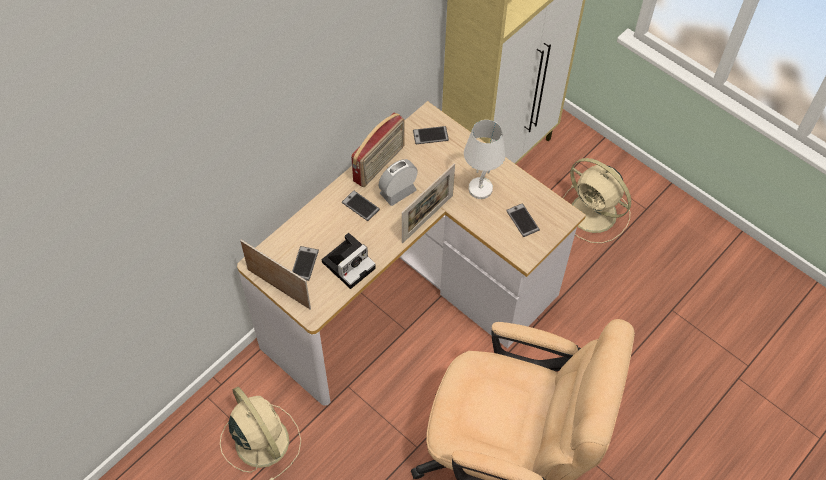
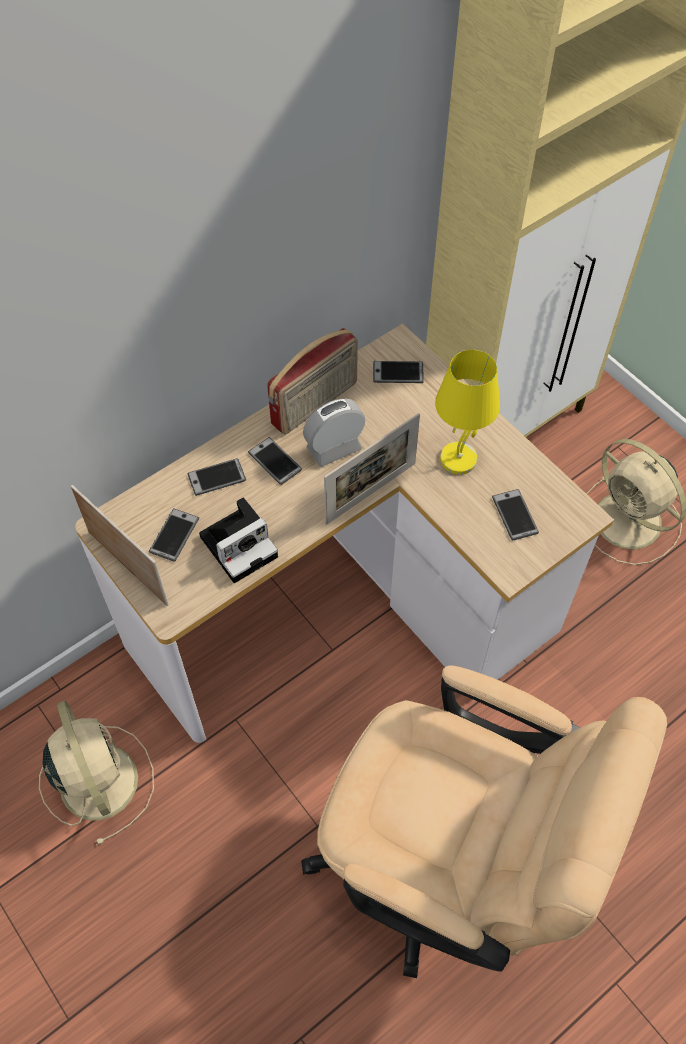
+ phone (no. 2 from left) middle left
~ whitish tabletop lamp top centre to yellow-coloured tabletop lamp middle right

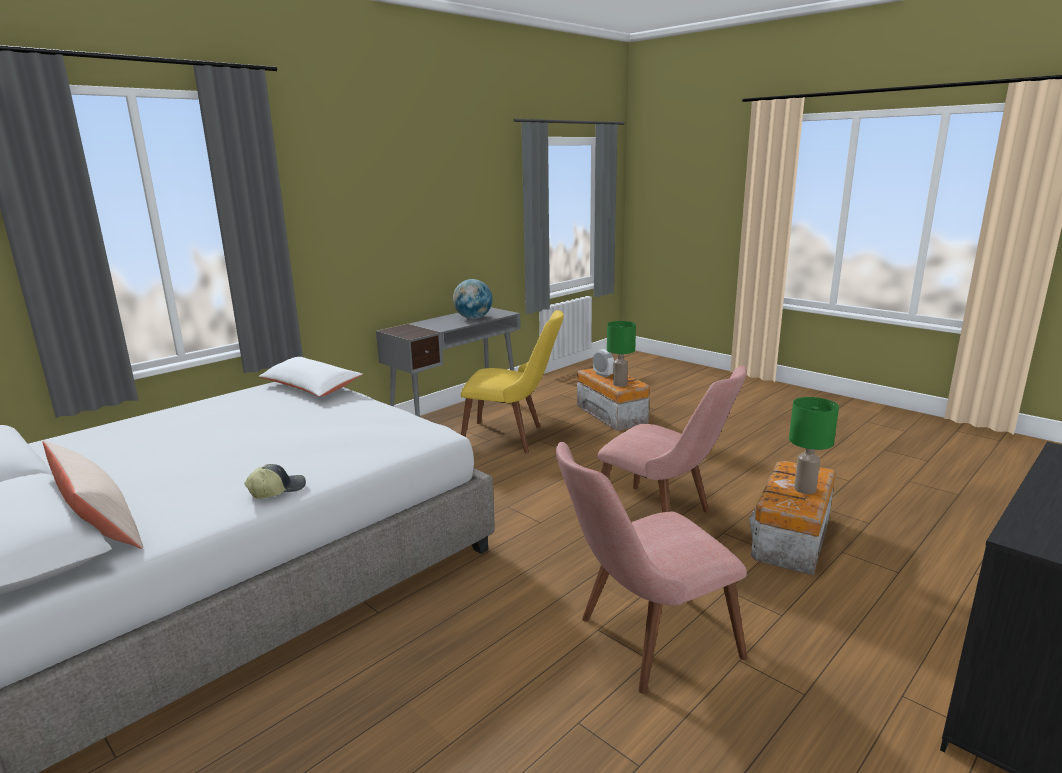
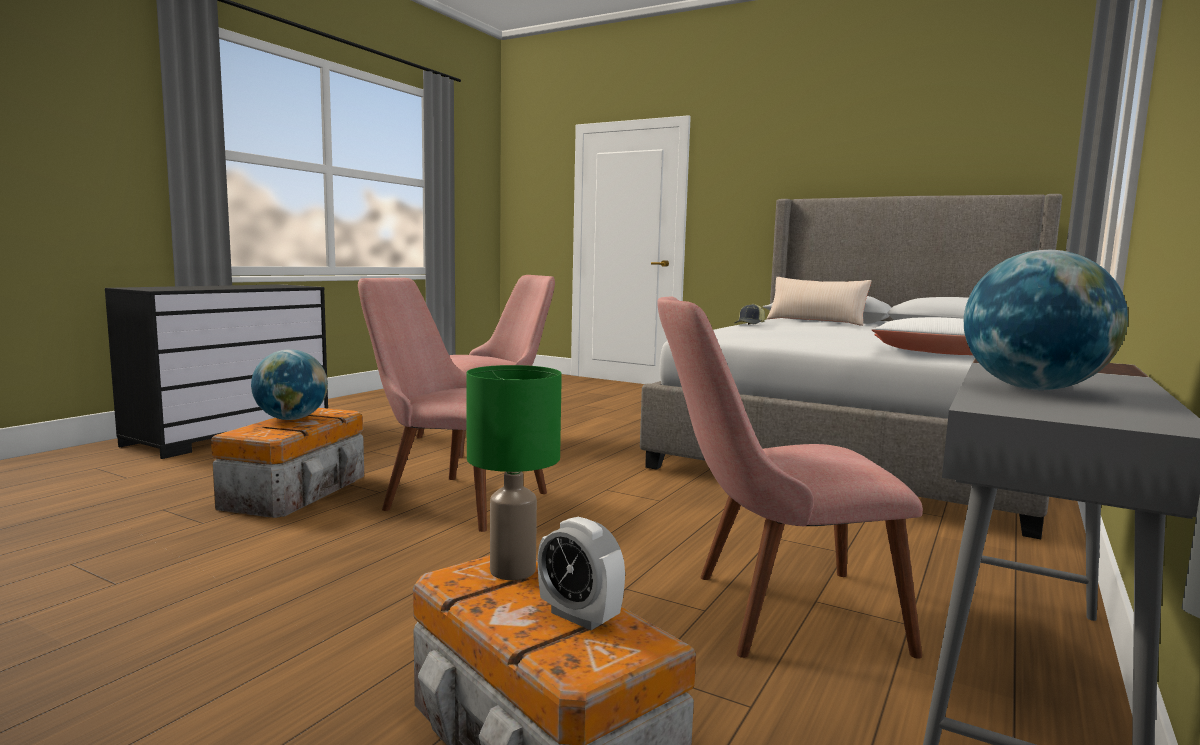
~ green tabletop lamp (no. 2 from left) middle right to world globe (no. 1 from left) middle left
~ yellow-coloured chair centre to pinkish chair (no. 3 from left) centre

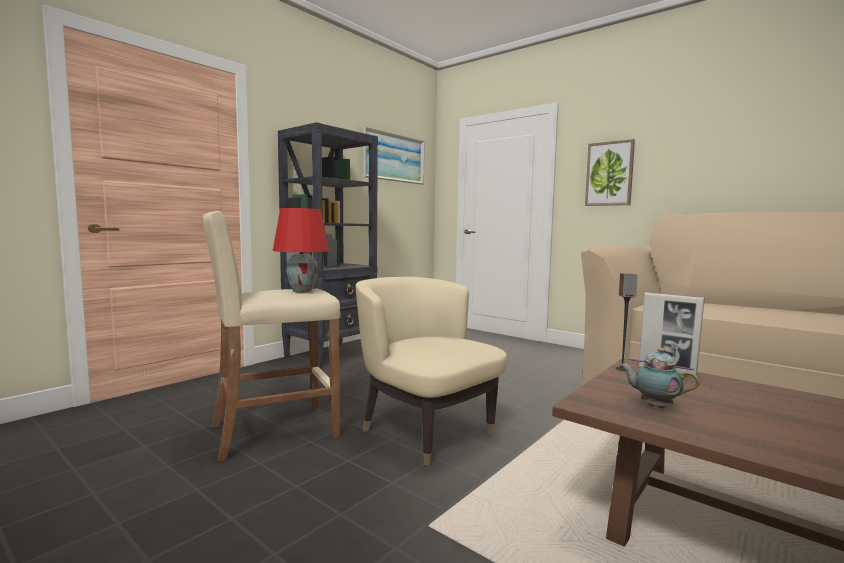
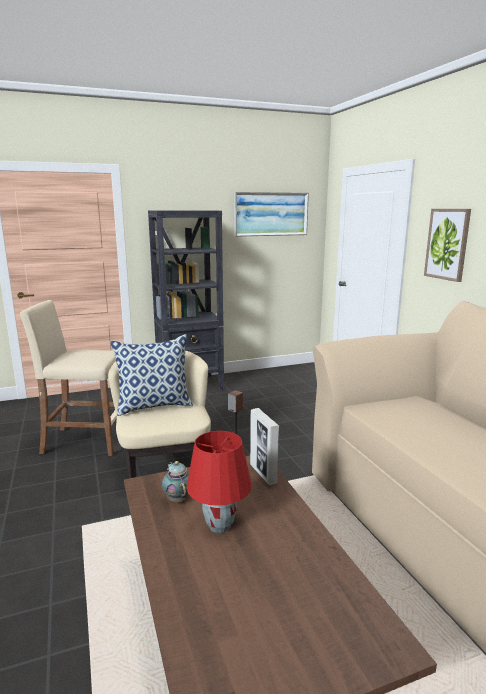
+ throw pillow middle left
~ red-coloured tabletop lamp centre to bottom centre

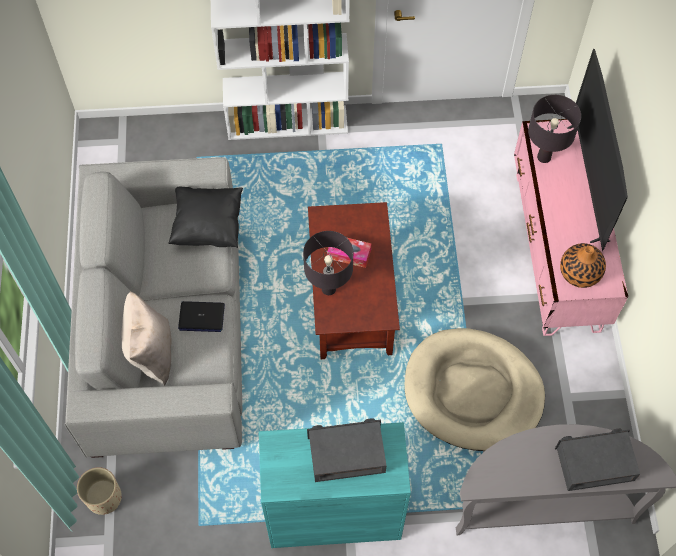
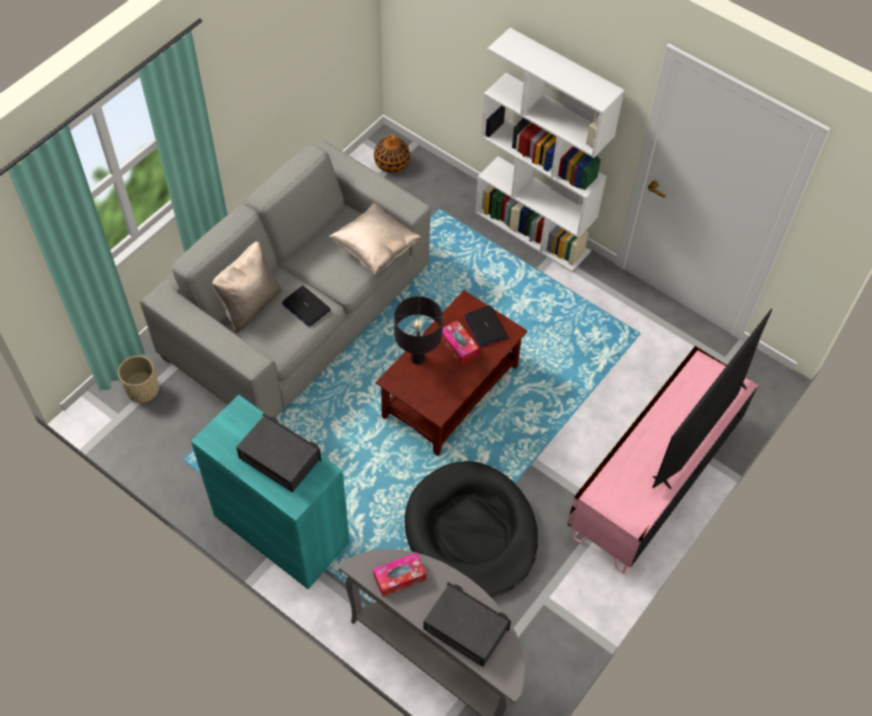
- blackish tabletop lamp (no. 2 from left) top right
+ tissue holder (no. 1 from left) bottom centre
+ notebook computer (no. 2 from left) centre
~ flower vase middle right to top centre
~ blackish throw pillow middle left to beige throw pillow (no. 2 from left) top centre
~ beige pet bed bottom right to blackish pet bed bottom centre

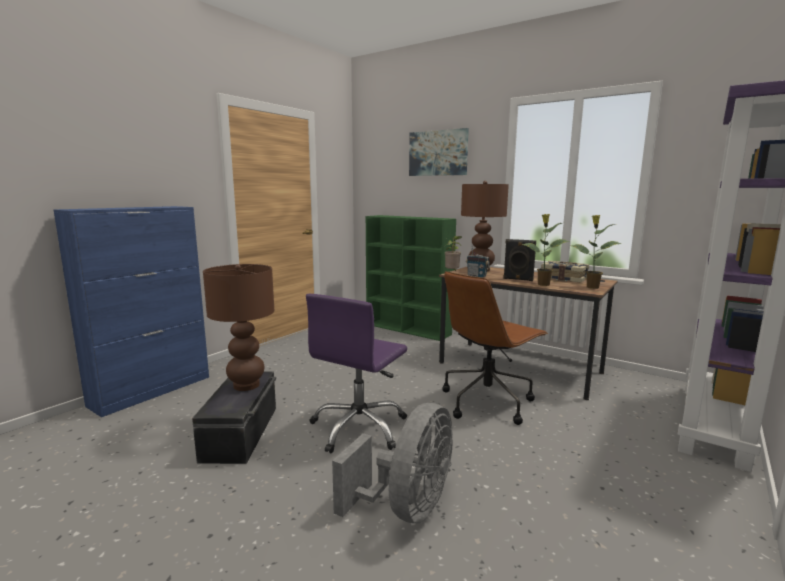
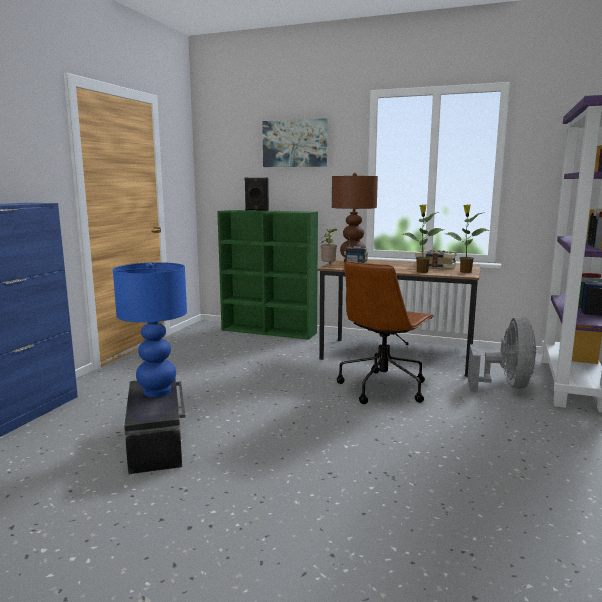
- purplish computer chair centre
~ greyish cooling fan bottom centre to middle right
~ blackish audio speaker centre to top centre
~ brown tabletop lamp (no. 1 from left) middle left to blue tabletop lamp middle left

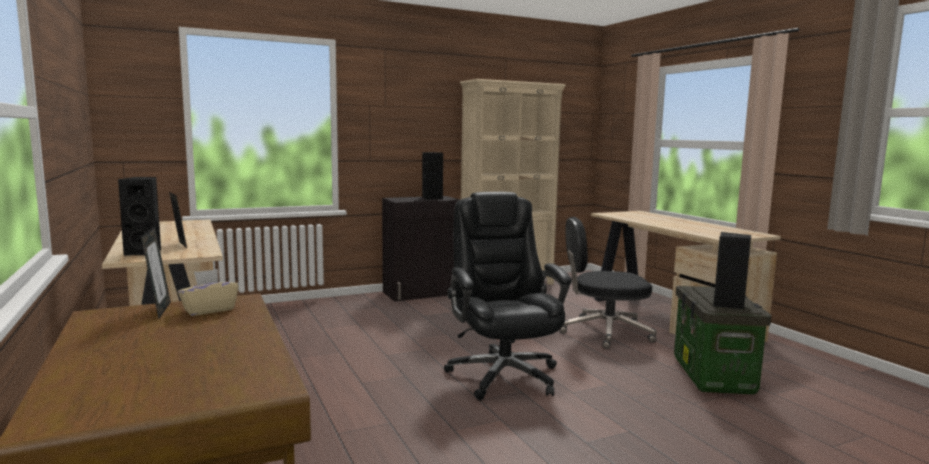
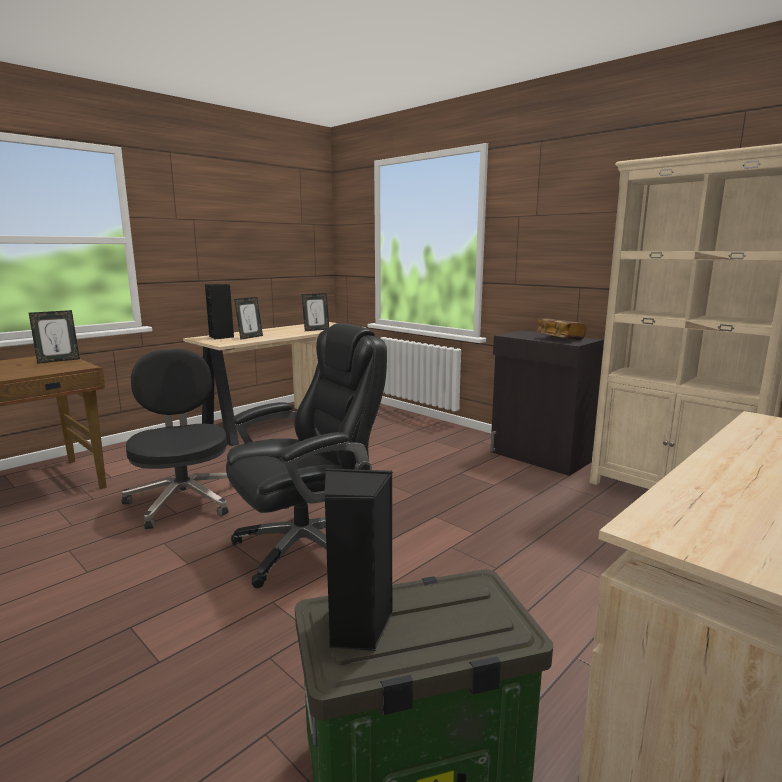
- beige tissue holder middle left
+ picture frame (no. 3 from left) centre
~ blackish computer chair (no. 2 from left in the first image) centre to blackish computer chair (no. 1 from left) middle left
~ blackish audio speaker (no. 2 from left) centre to volume middle right

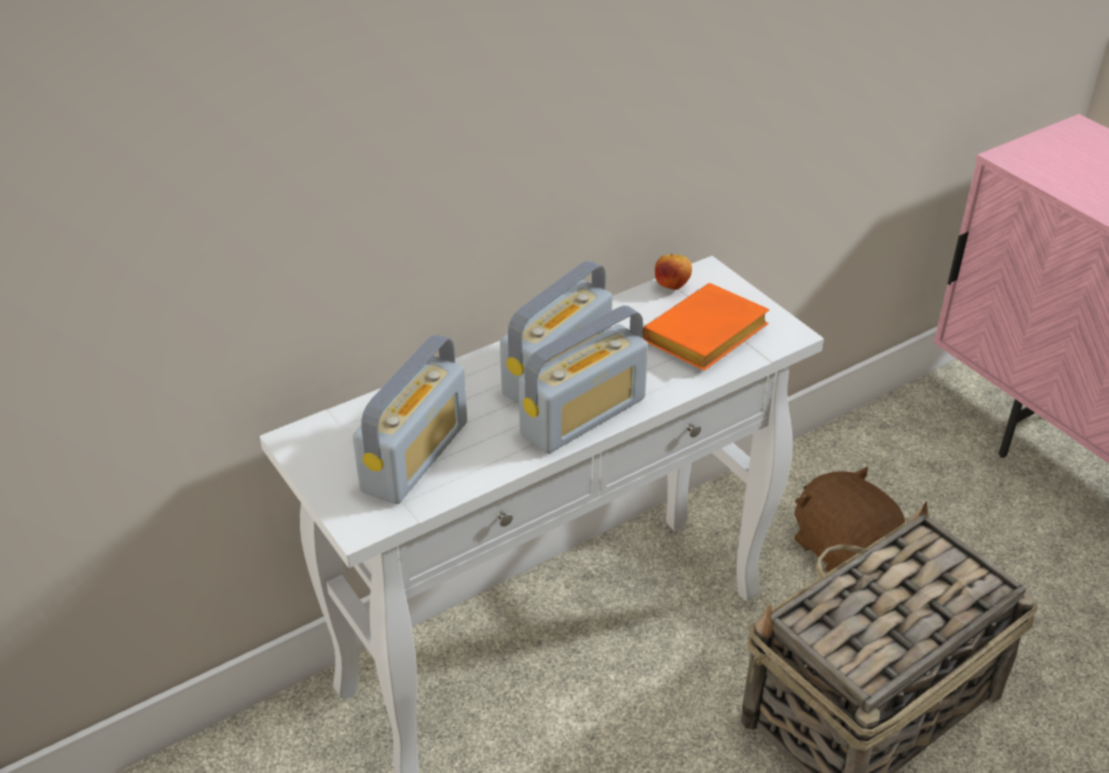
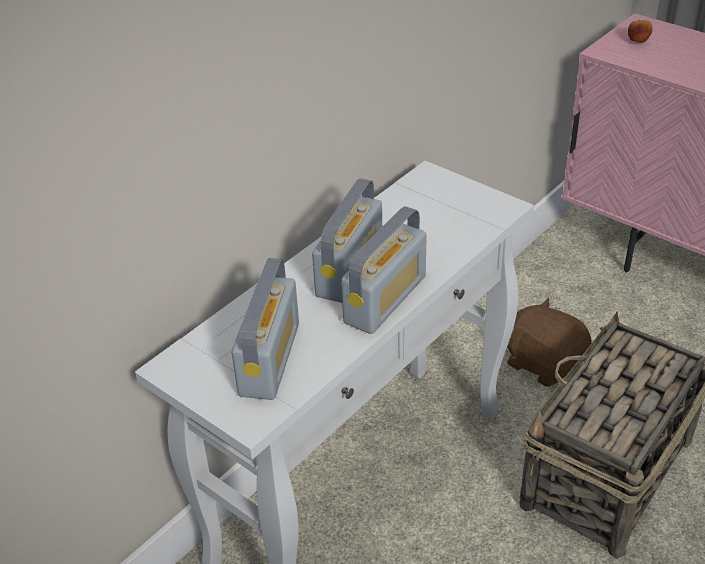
- orange-coloured volume centre
~ apple centre to top right

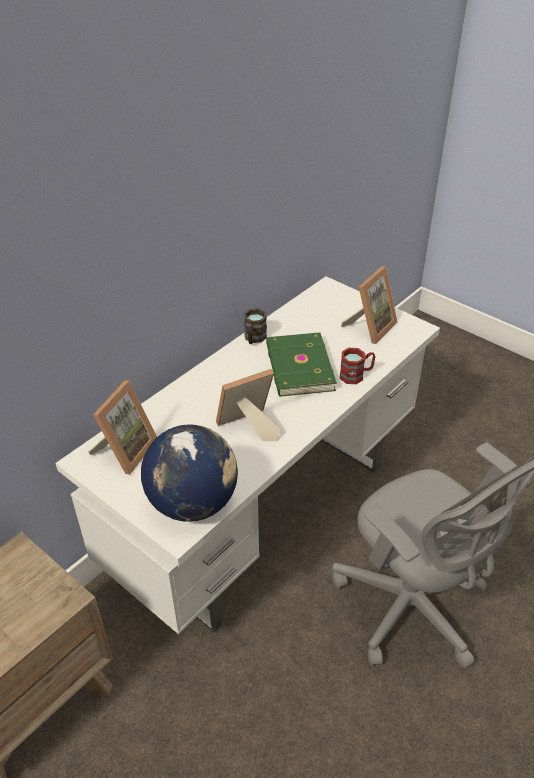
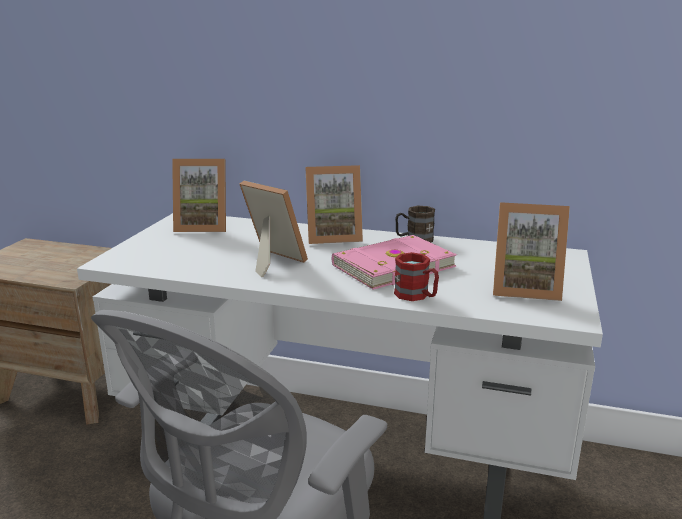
- world globe centre
+ picture frame (no. 3 from left) centre
~ green volume centre to pinkish volume centre

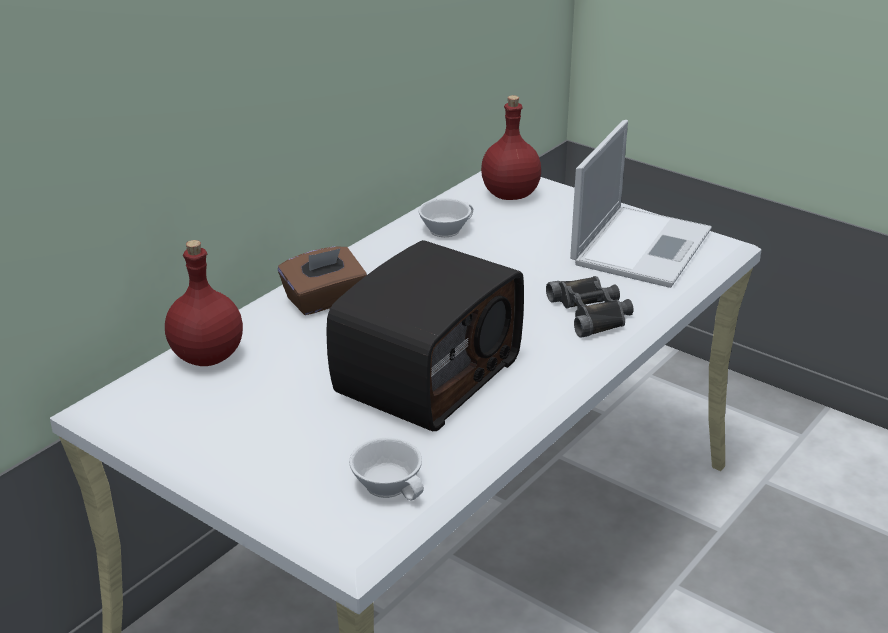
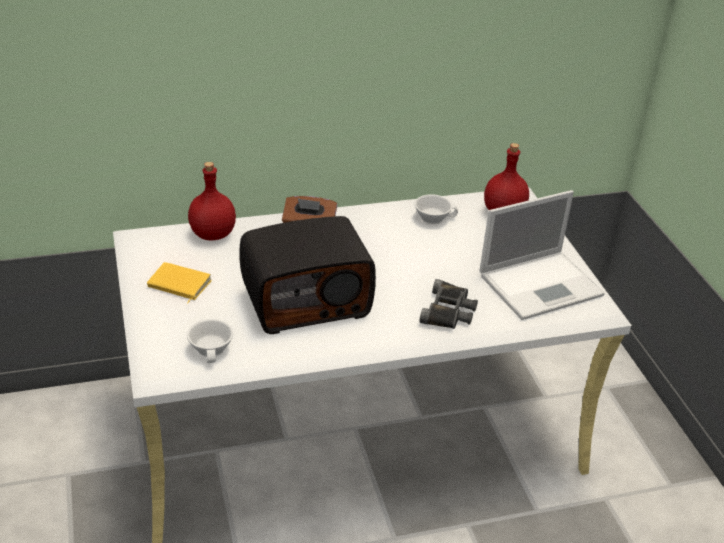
+ yellow-coloured volume middle left

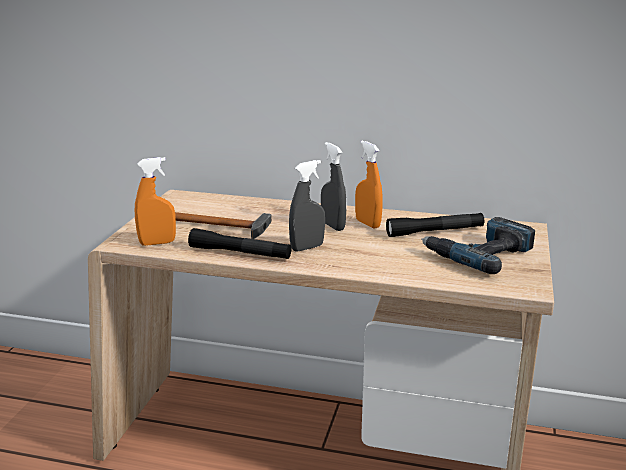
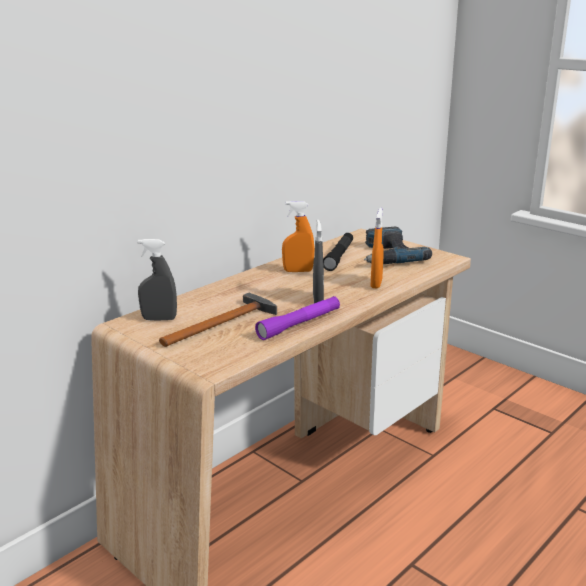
~ orange-coloured sprayer (no. 1 from left in the first image) middle left to orange-coloured sprayer (no. 2 from left) centre
~ greyish sprayer (no. 2 from left in the first image) centre to greyish sprayer (no. 1 from left) middle left
~ blackish flashlight (no. 1 from left) centre to purplish flashlight centre

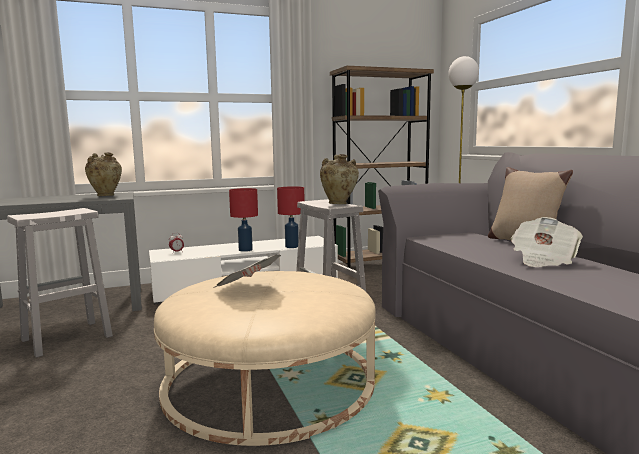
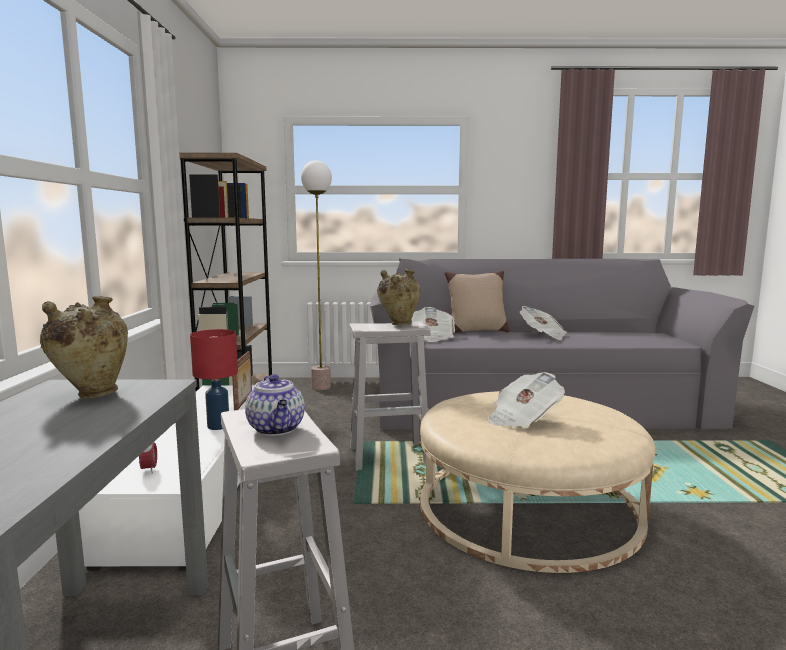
+ tea pot centre
+ daily paper (no. 1 from left) centre
~ red-coloured tabletop lamp (no. 2 from left) centre to picture frame middle left

